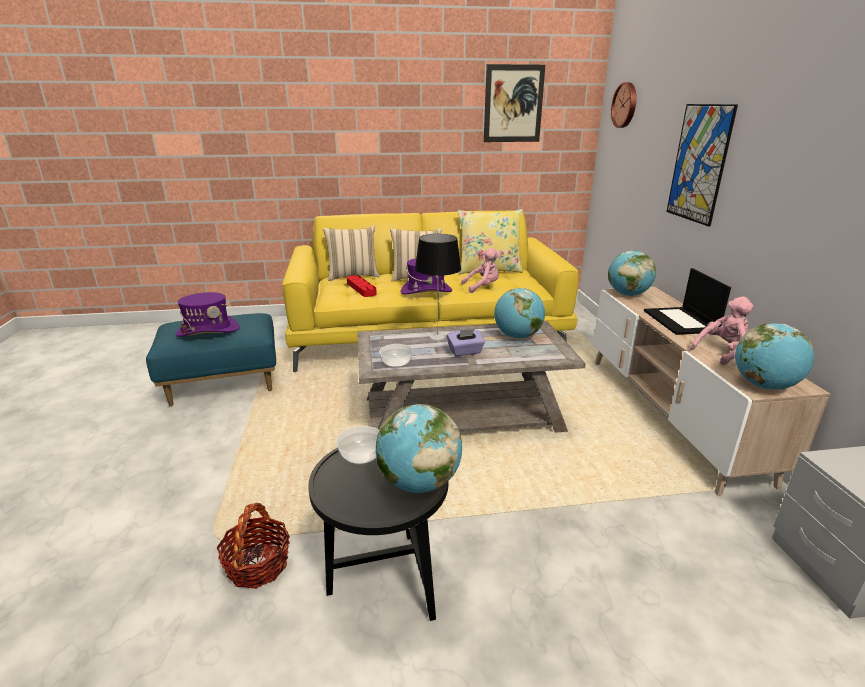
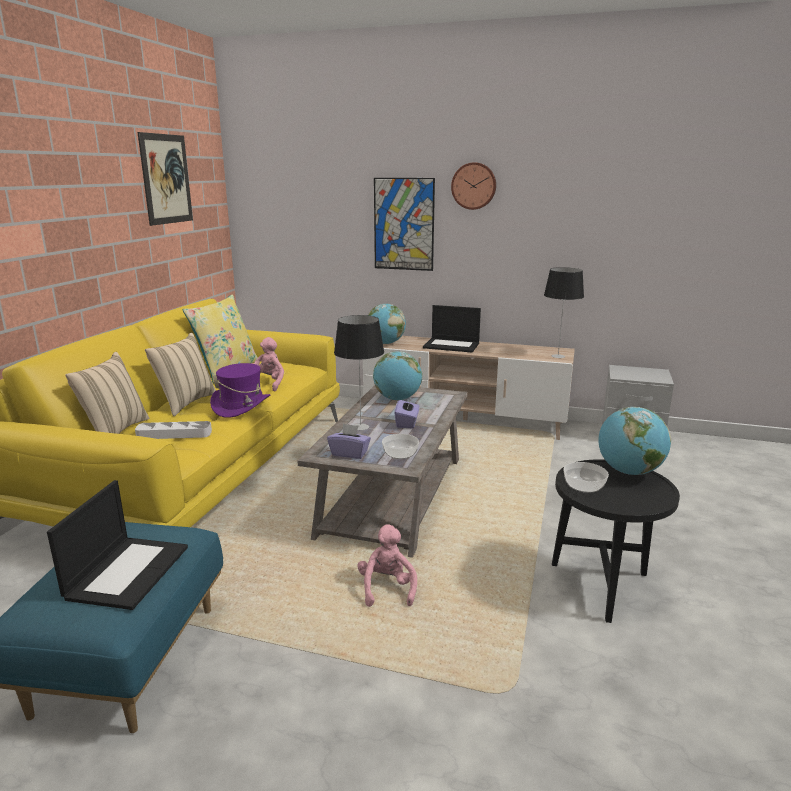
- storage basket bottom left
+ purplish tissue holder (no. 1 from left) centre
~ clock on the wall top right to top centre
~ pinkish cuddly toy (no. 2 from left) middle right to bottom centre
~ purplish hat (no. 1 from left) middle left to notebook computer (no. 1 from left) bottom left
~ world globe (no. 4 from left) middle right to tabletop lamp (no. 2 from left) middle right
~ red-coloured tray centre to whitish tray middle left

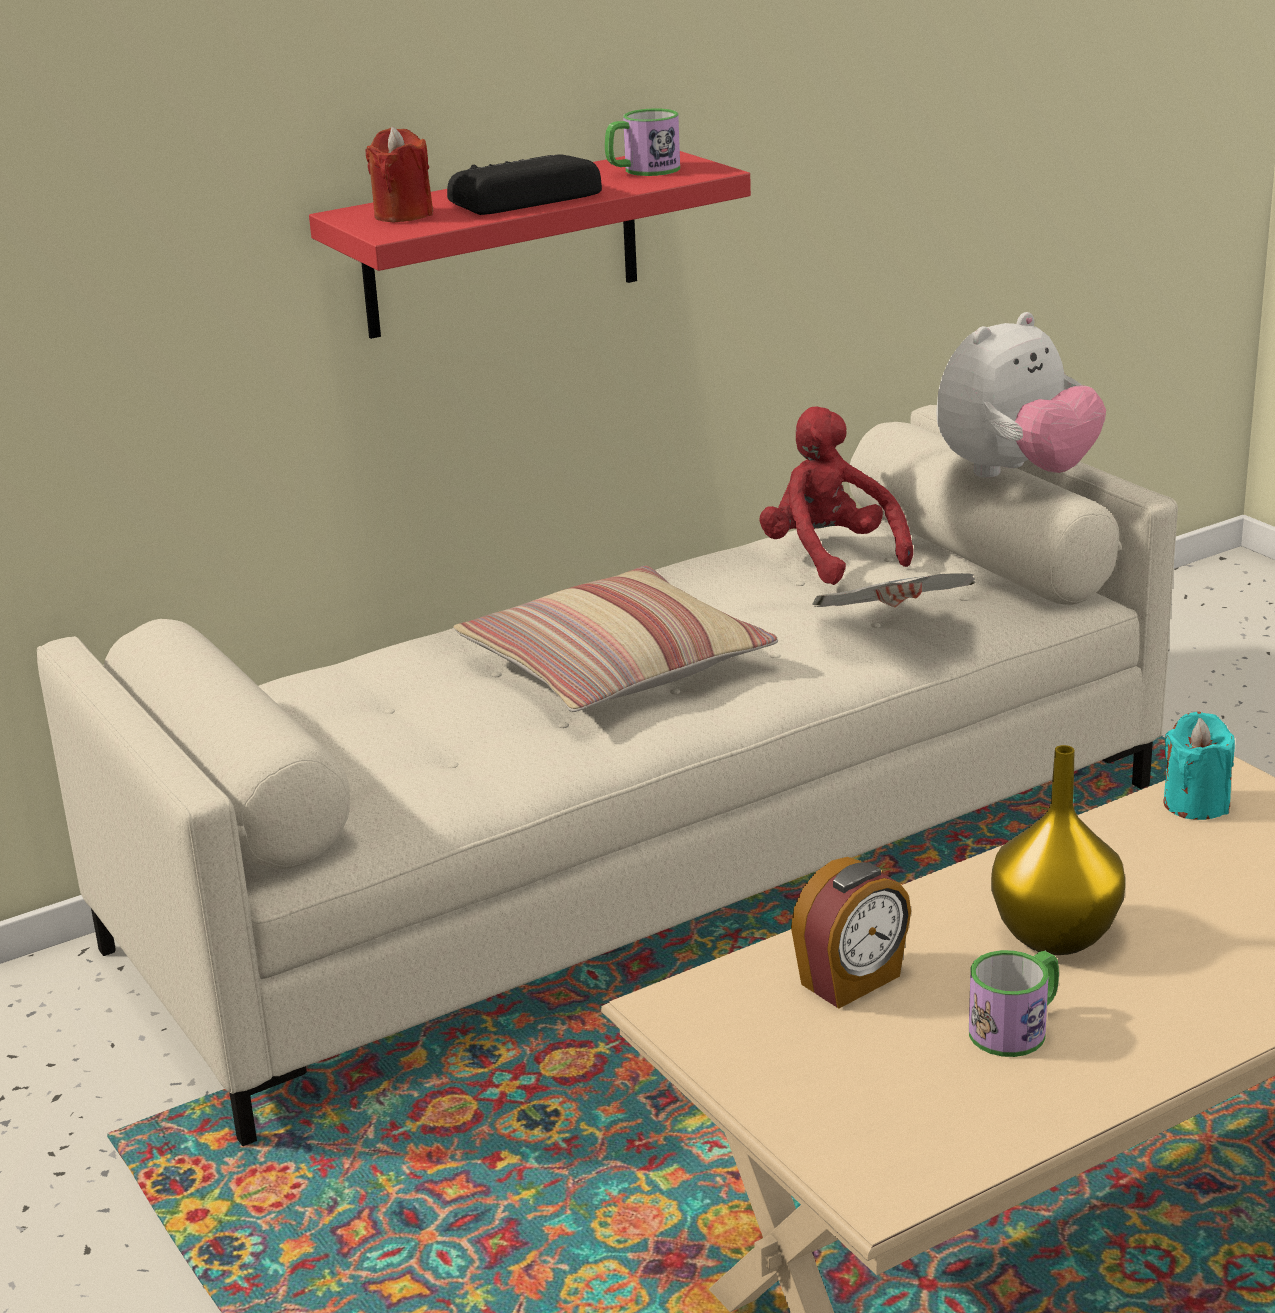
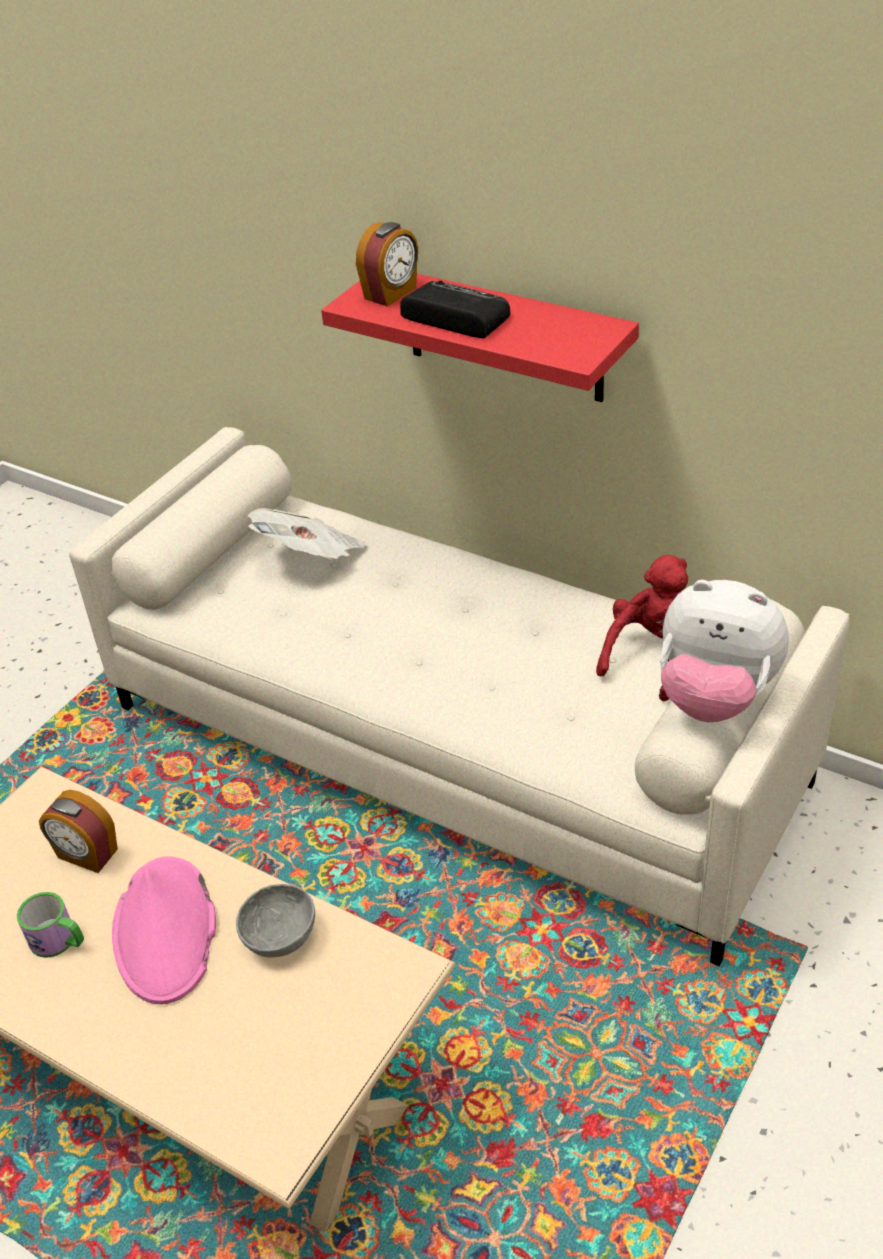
- throw pillow centre
- coffee mug (no. 1 from left) top centre
- turquoise-coloured wax candle middle right
+ greyish serving bowl bottom left
~ daily paper middle right to centre
~ red-coloured wax candle top left to table clock (no. 2 from left) top centre
~ yellow-coloured flower vase middle right to pinkish hat bottom left

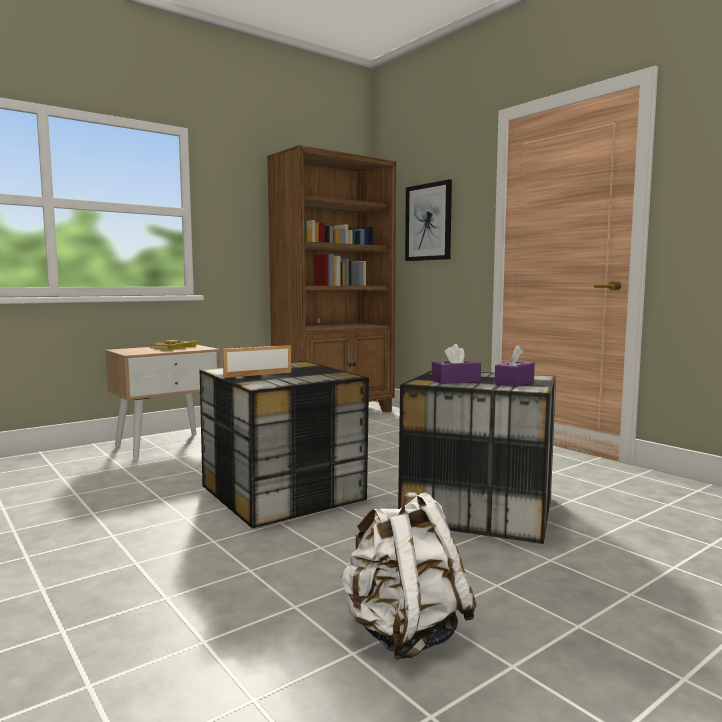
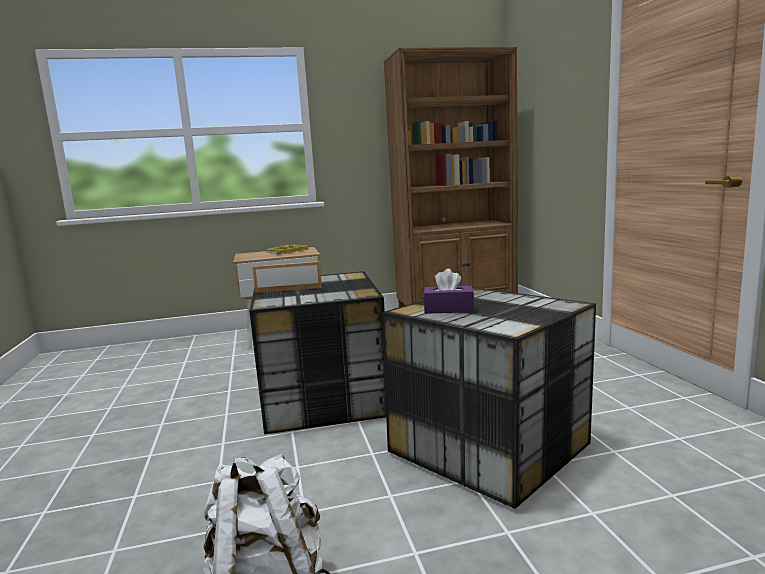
- wall picture top centre
- purplish tissue holder (no. 2 from left) middle right

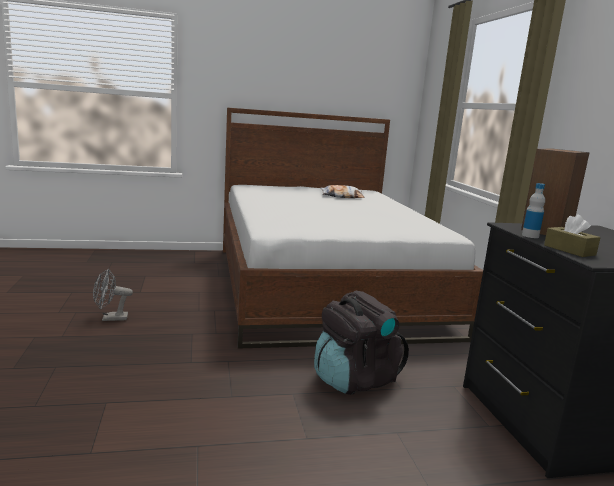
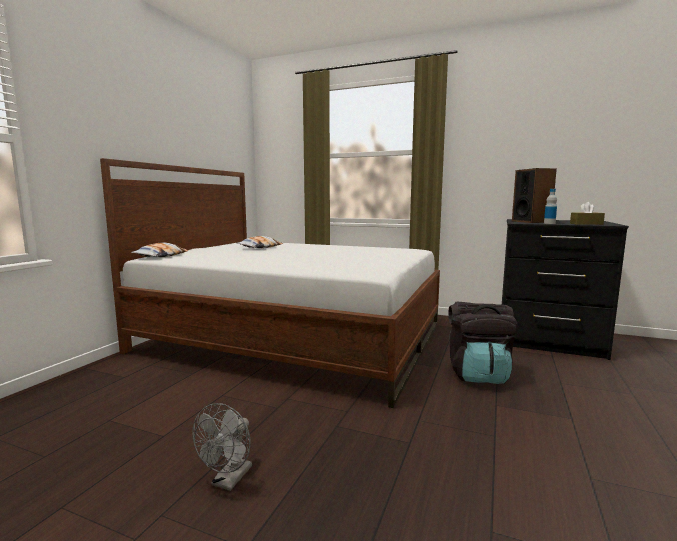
+ throw pillow (no. 1 from left) middle left

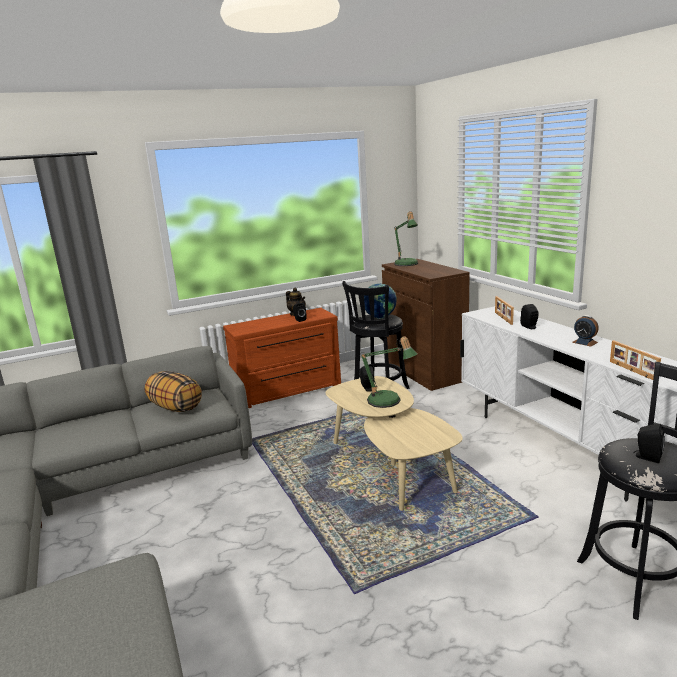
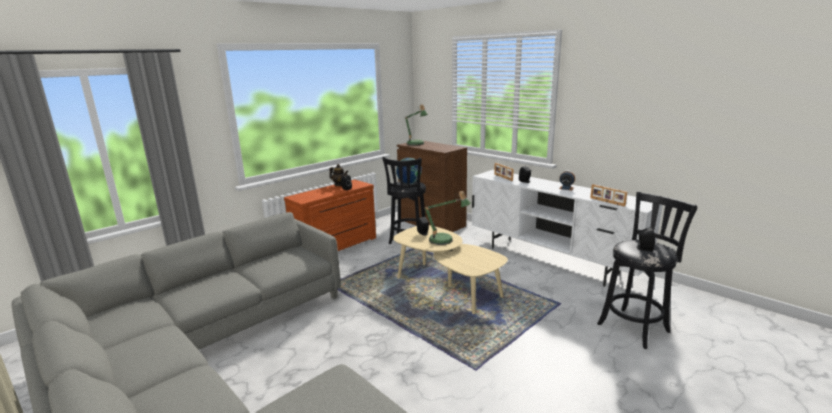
- throw pillow middle left

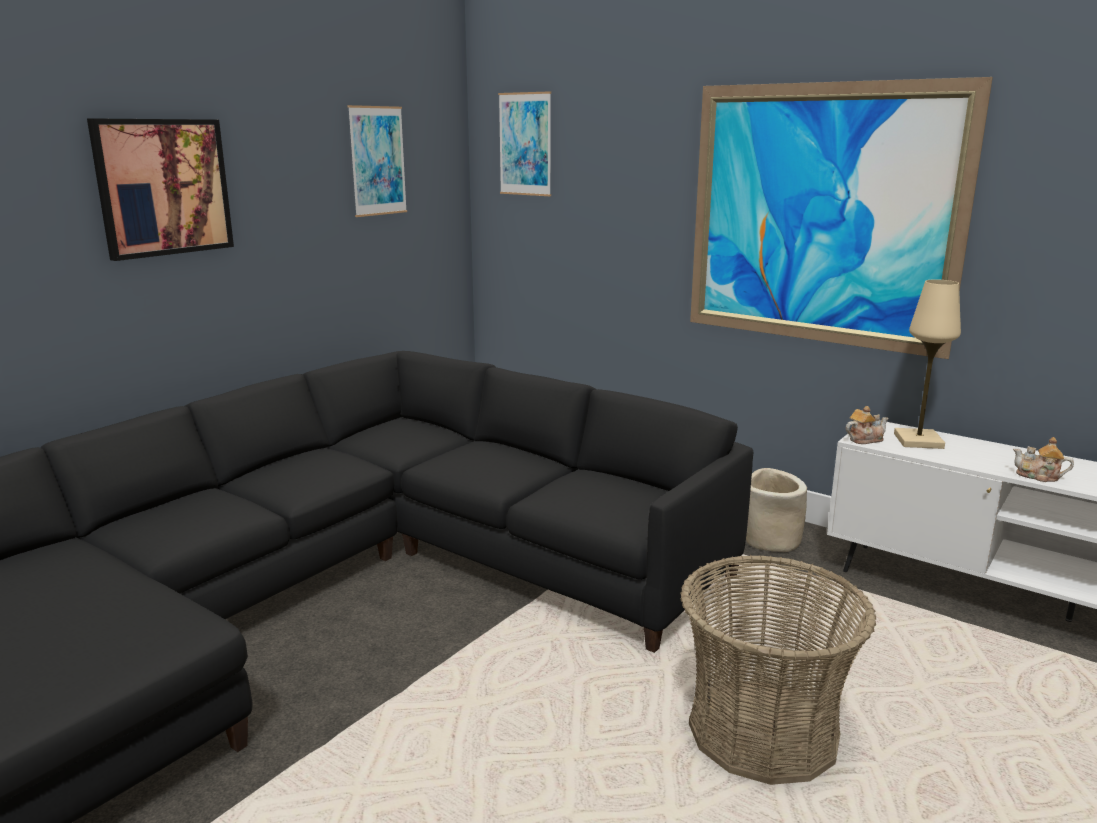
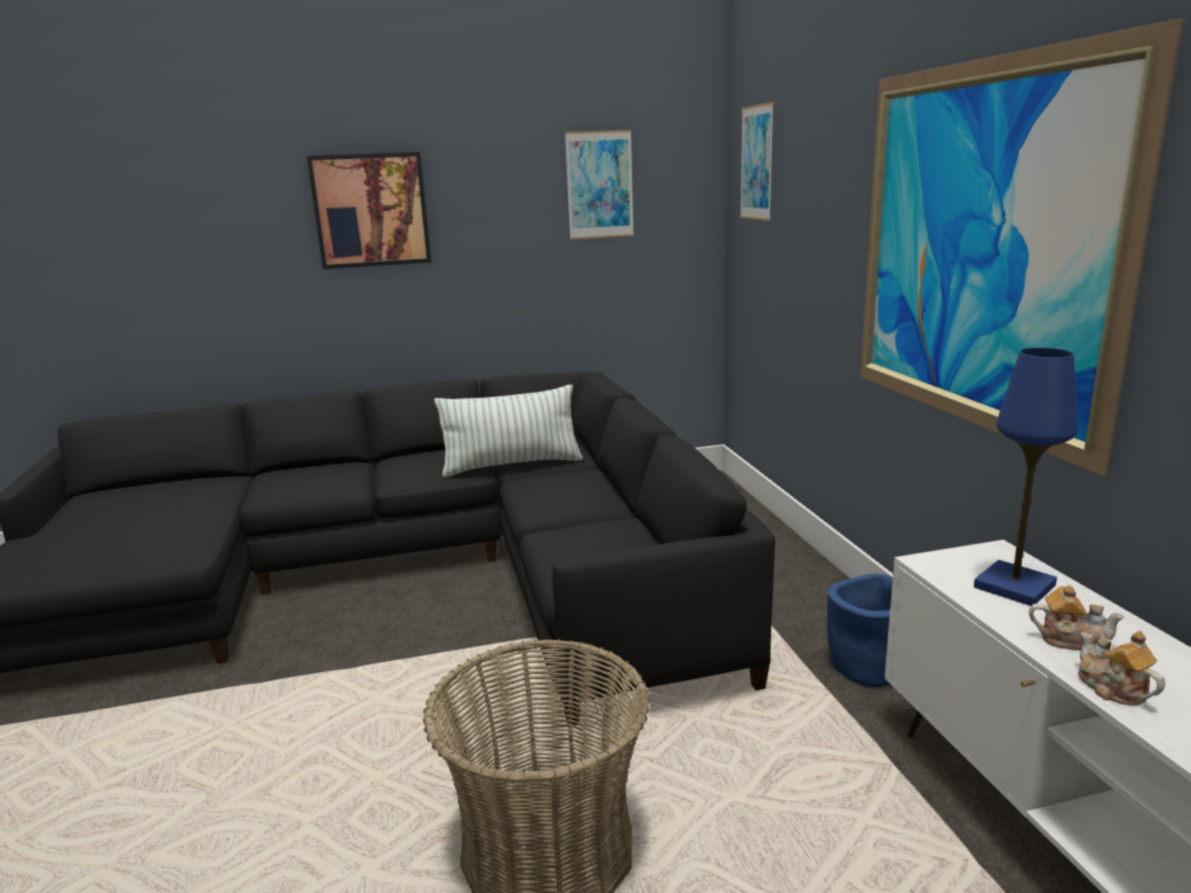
+ throw pillow centre
~ tea pot (no. 1 from left) middle right to bottom right
~ beige plant pot middle right to blue plant pot bottom right
~ beige tabletop lamp middle right to blue tabletop lamp middle right

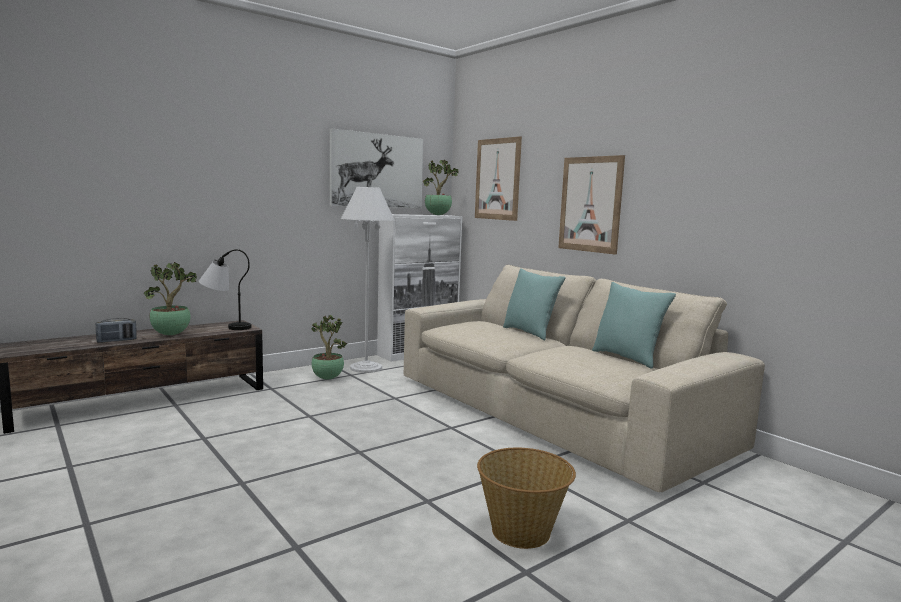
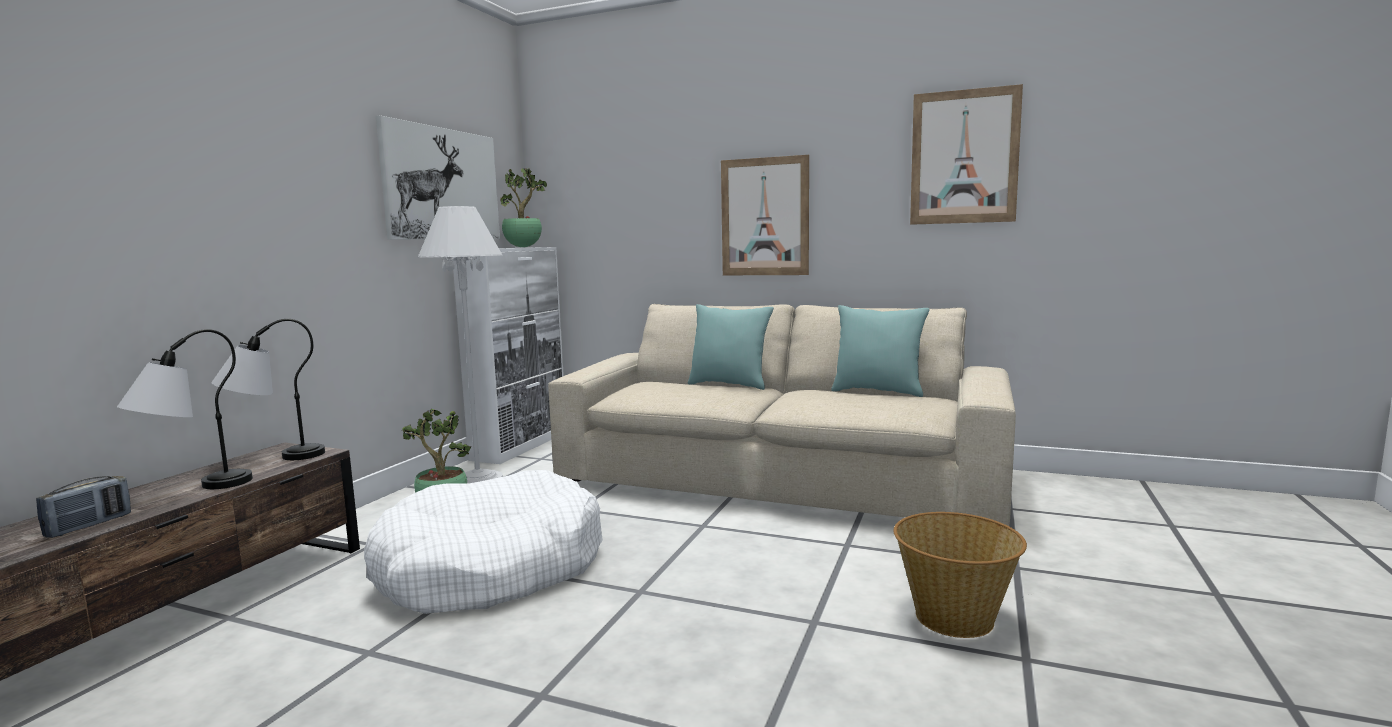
+ whitish pet bed bottom centre
~ wall picture (no. 2 from left in the first image) top centre to wall picture (no. 3 from left) top right
~ plant in a pot (no. 1 from left) middle left to tabletop lamp (no. 1 from left) middle left

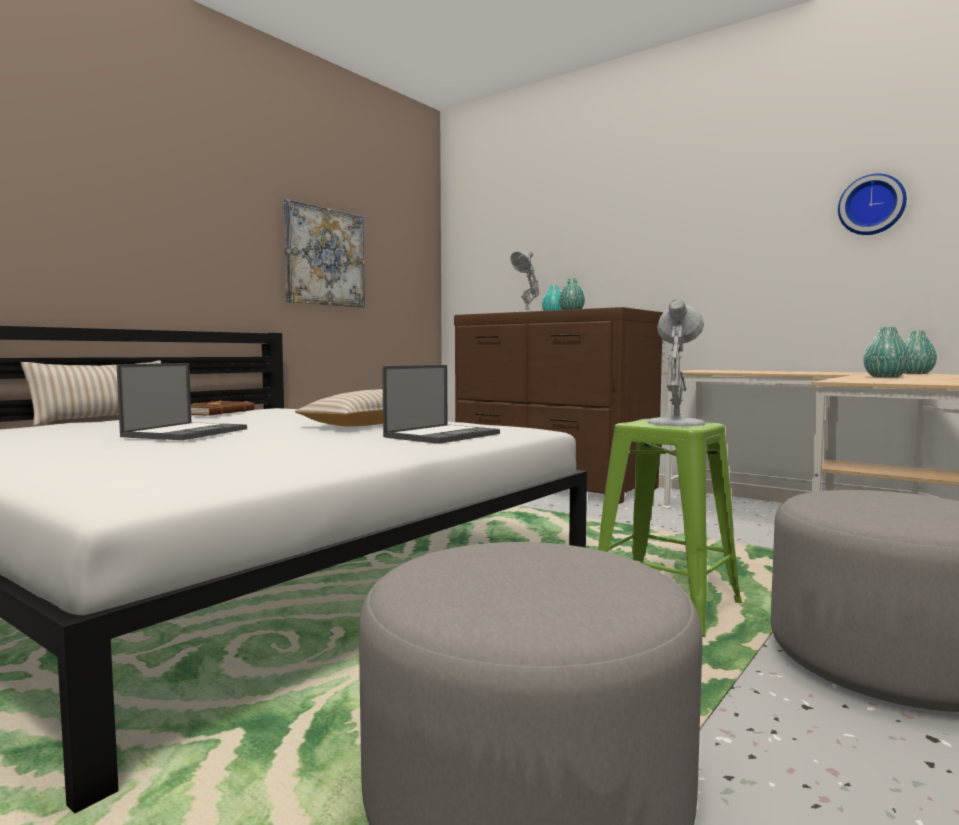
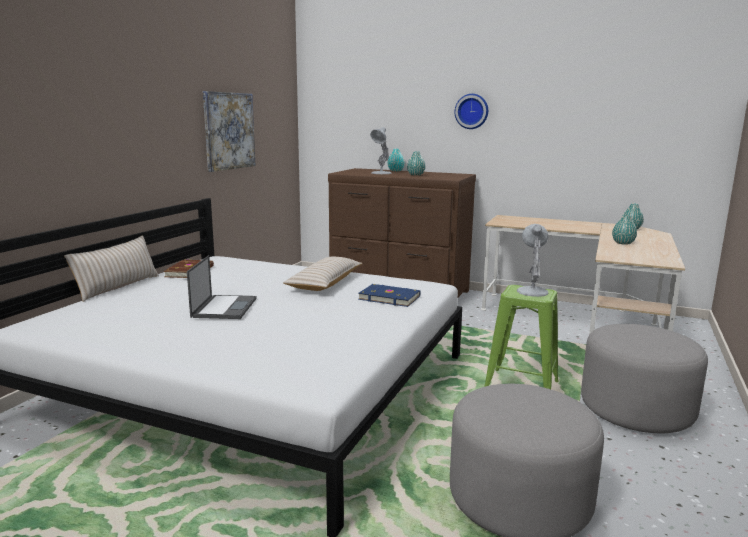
~ clock on the wall top right to top centre
~ notebook computer (no. 2 from left) centre to blue volume centre

